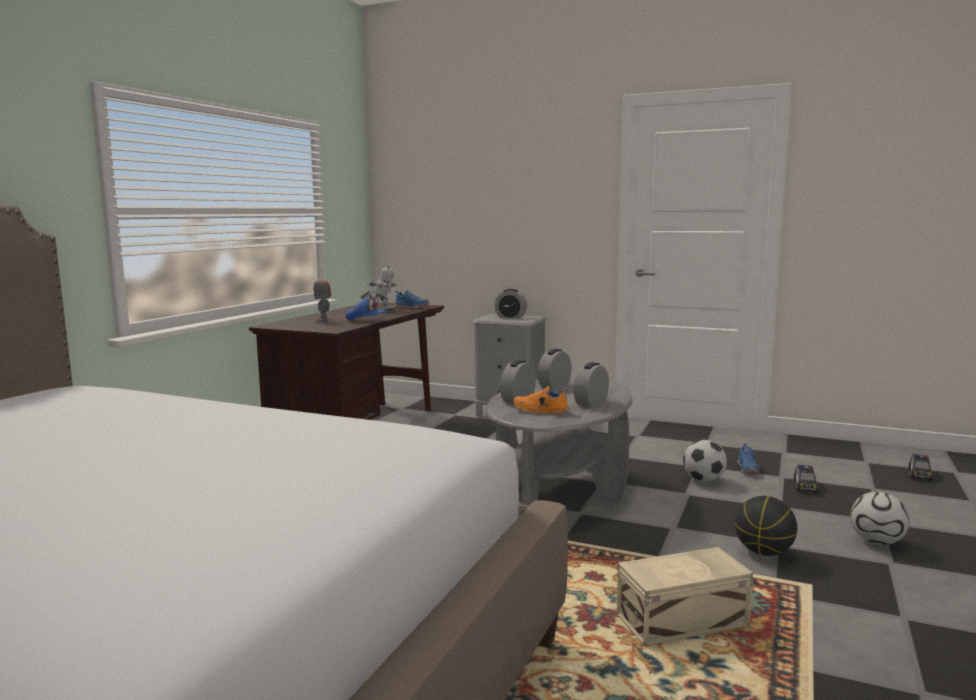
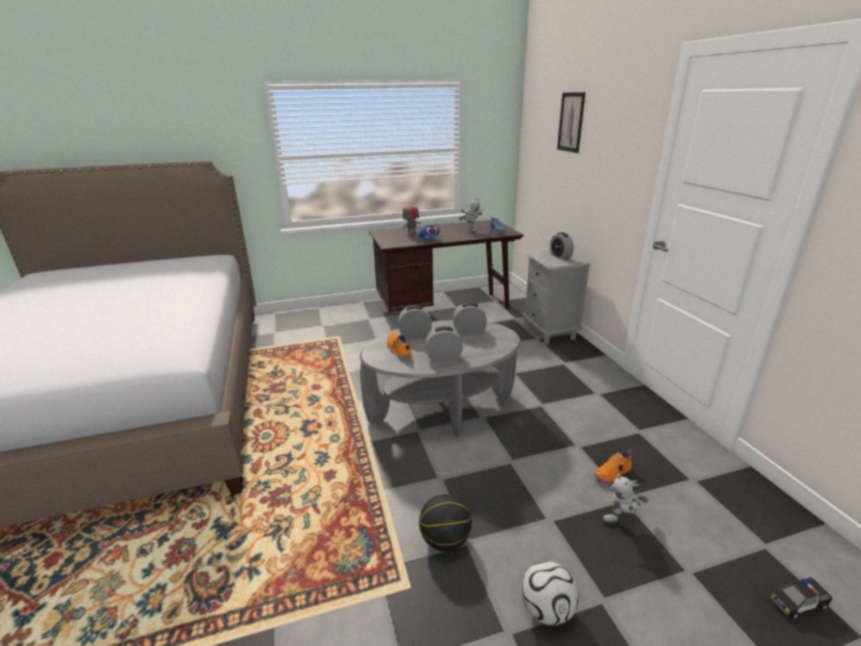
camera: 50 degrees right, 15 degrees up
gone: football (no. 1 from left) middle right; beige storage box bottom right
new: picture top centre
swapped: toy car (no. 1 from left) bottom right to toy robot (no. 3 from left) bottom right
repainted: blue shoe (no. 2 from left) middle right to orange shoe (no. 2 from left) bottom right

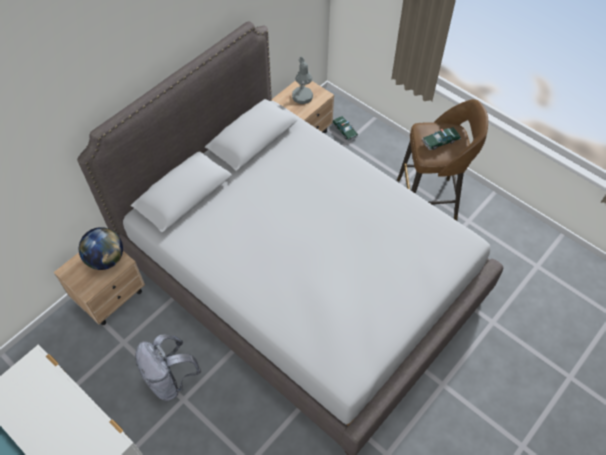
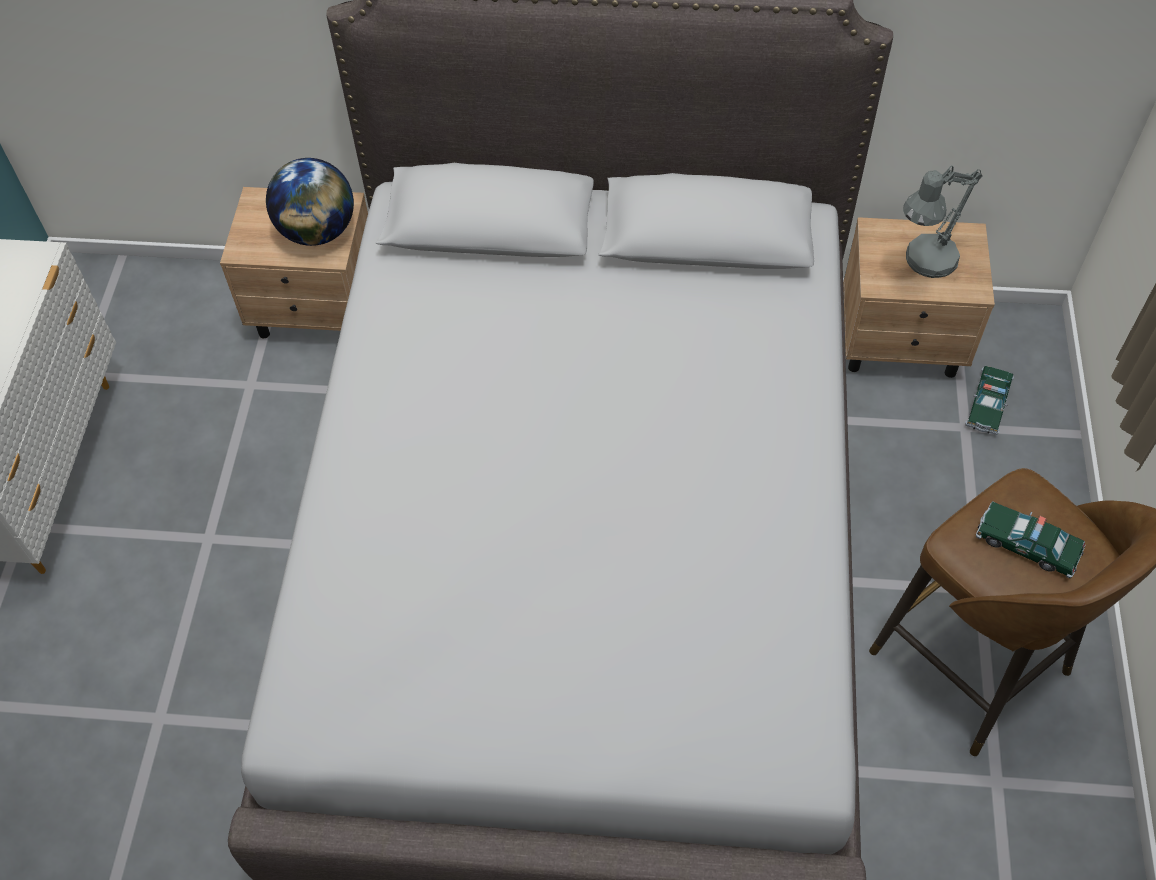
camera: 55 degrees right, 0 degrees up
gone: grey backpack bottom left

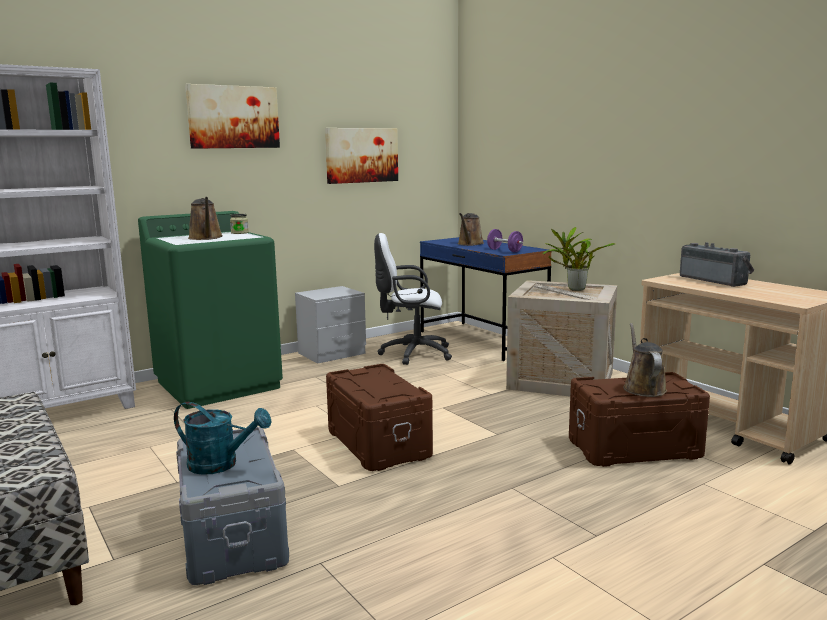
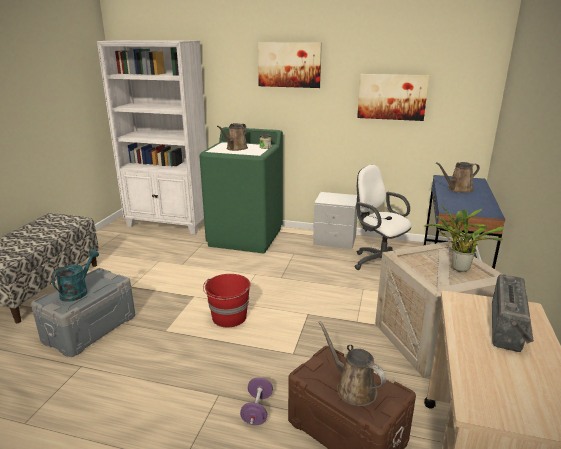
camera: 50 degrees right, 10 degrees up
shifted: purple dumbbell centre to bottom centre
swapped: brown storage box (no. 1 from left) bottom centre to red bucket bottom centre
rotated: brown watering can (no. 3 from left in the first image) middle right = bottom centre 90 degrees counterclockwise; turquoise watering can bottom left = middle left 135 degrees counterclockwise

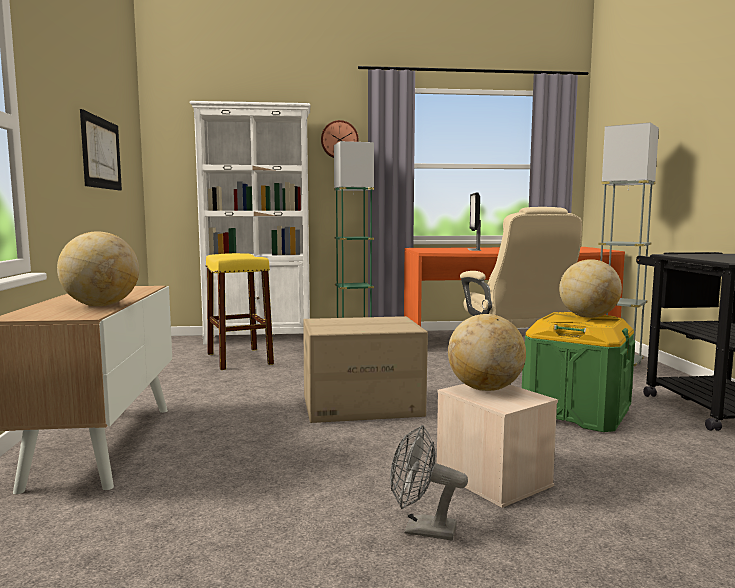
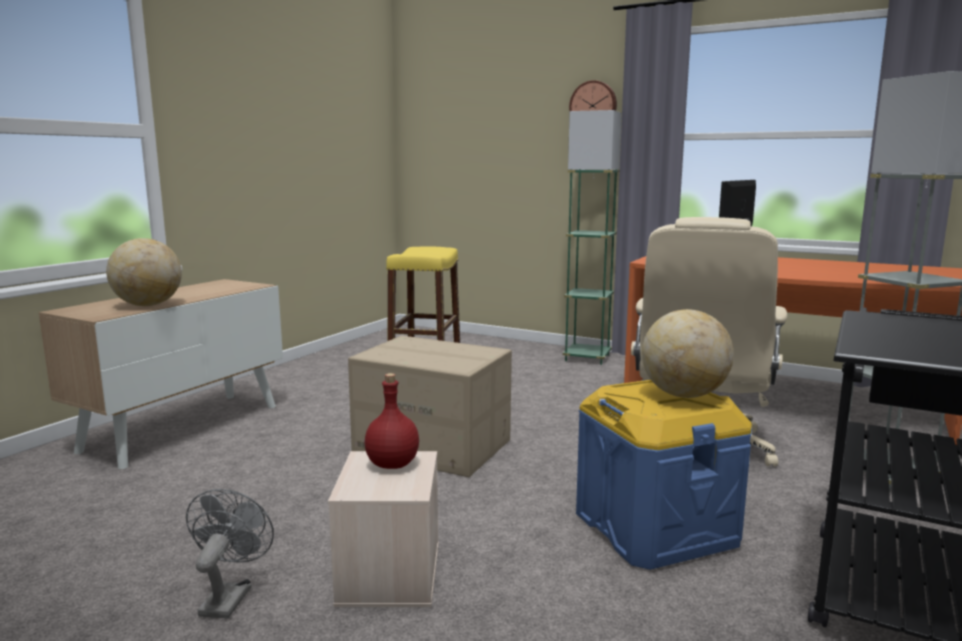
camera: 35 degrees right, 5 degrees up
gone: white bookcase centre; picture top left
swapped: globe (no. 2 from left) centre to red bottle centre
repainted: green storage box middle right to blue storage box bottom right
rotated: grey fan bottom centre = bottom left 45 degrees clockwise

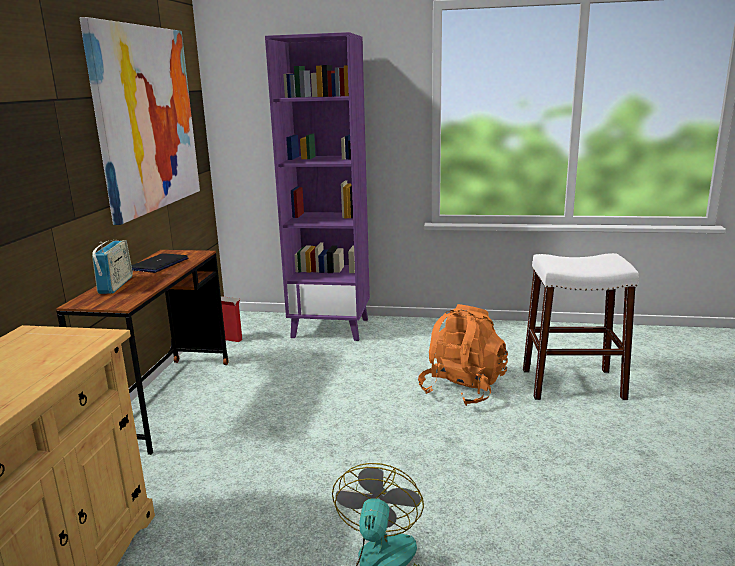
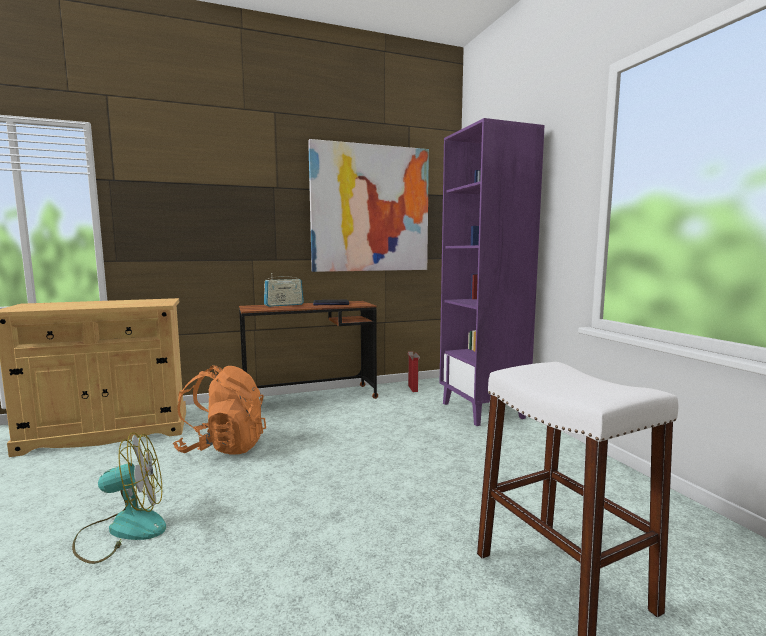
camera: 60 degrees right, 10 degrees down
shifted: orange backpack centre to middle left

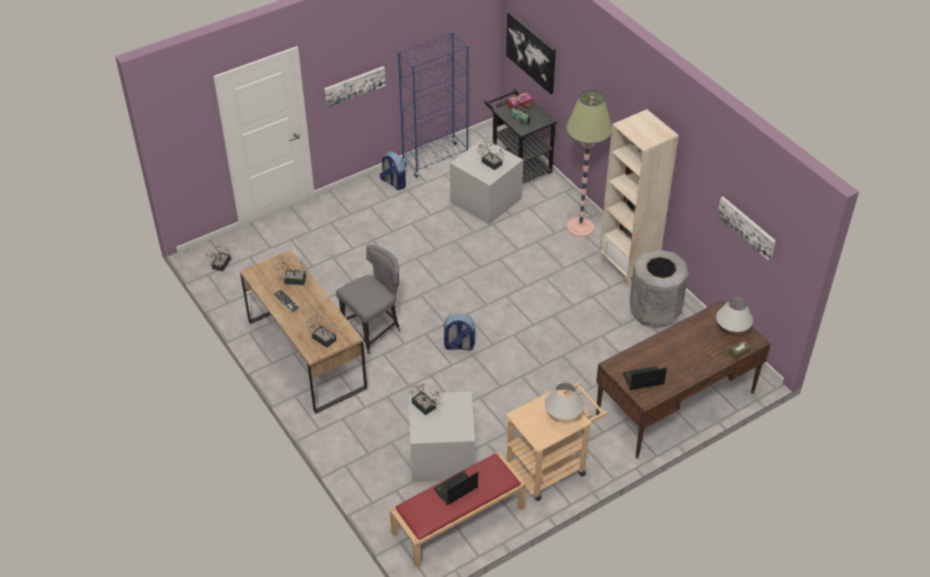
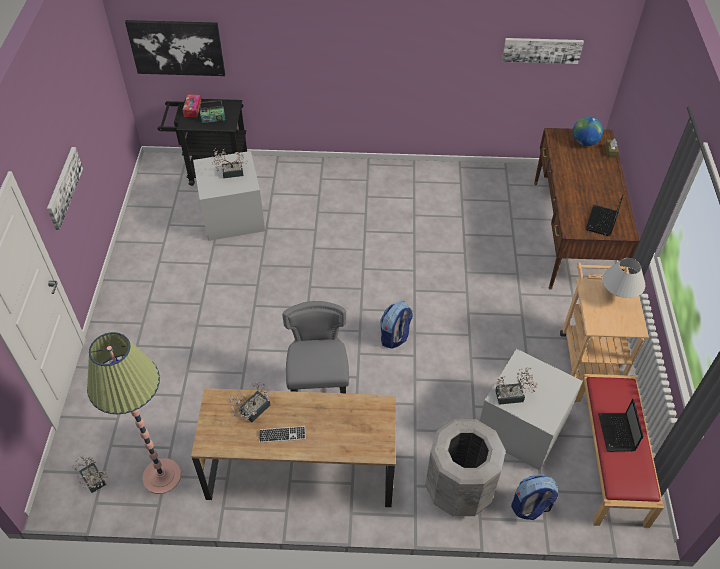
camera: 55 degrees left, 5 degrees up
gone: blue bookcase top centre; beige bookcase middle right; potted plant (no. 3 from left) centre
shifted: floor lamp top centre to bottom left; backpack (no. 1 from left in the first image) top centre to backpack (no. 2 from left) bottom right; grey trash can middle right to bottom centre
swapped: white table lamp (no. 2 from left) middle right to globe top right

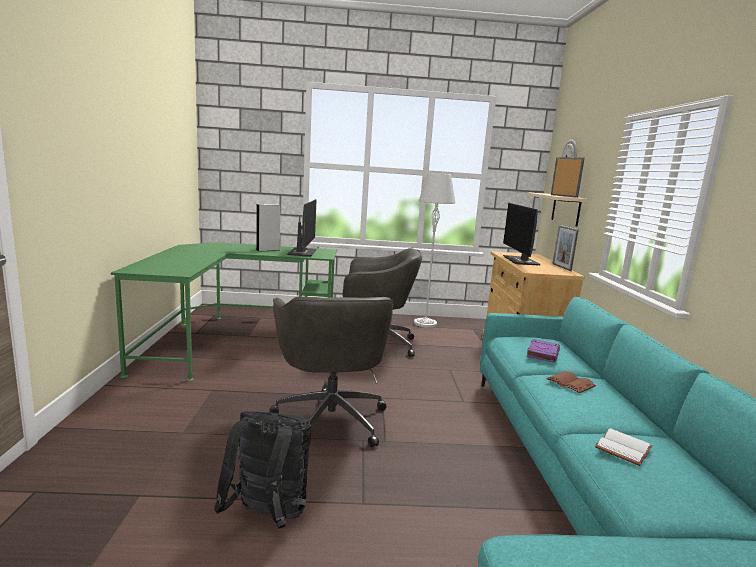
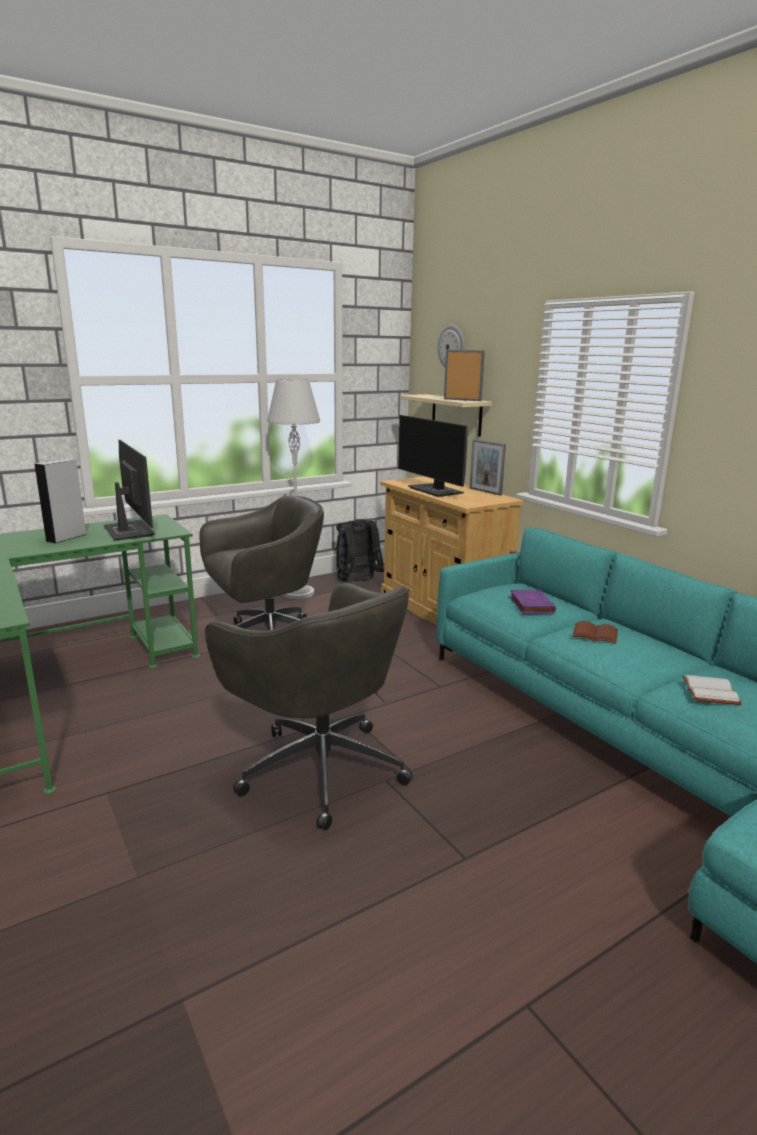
camera: 30 degrees left, 5 degrees up
shifted: black backpack bottom centre to centre

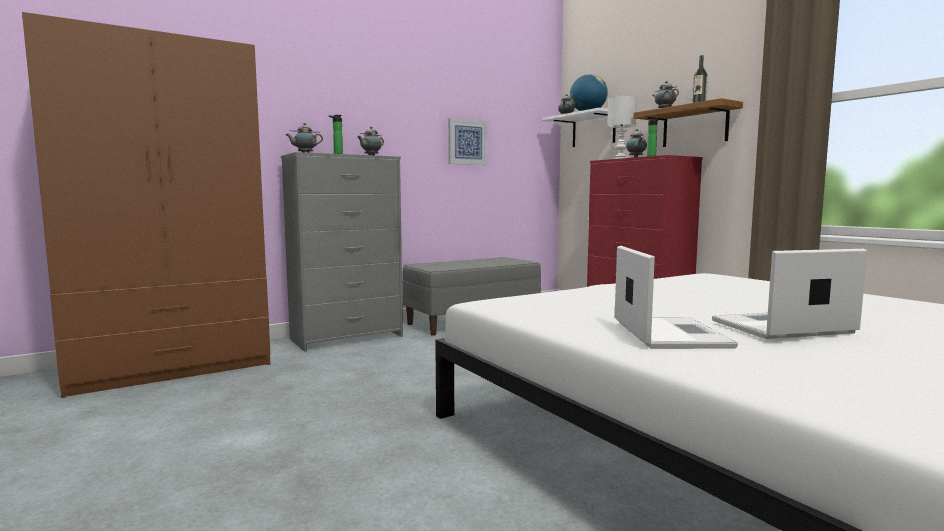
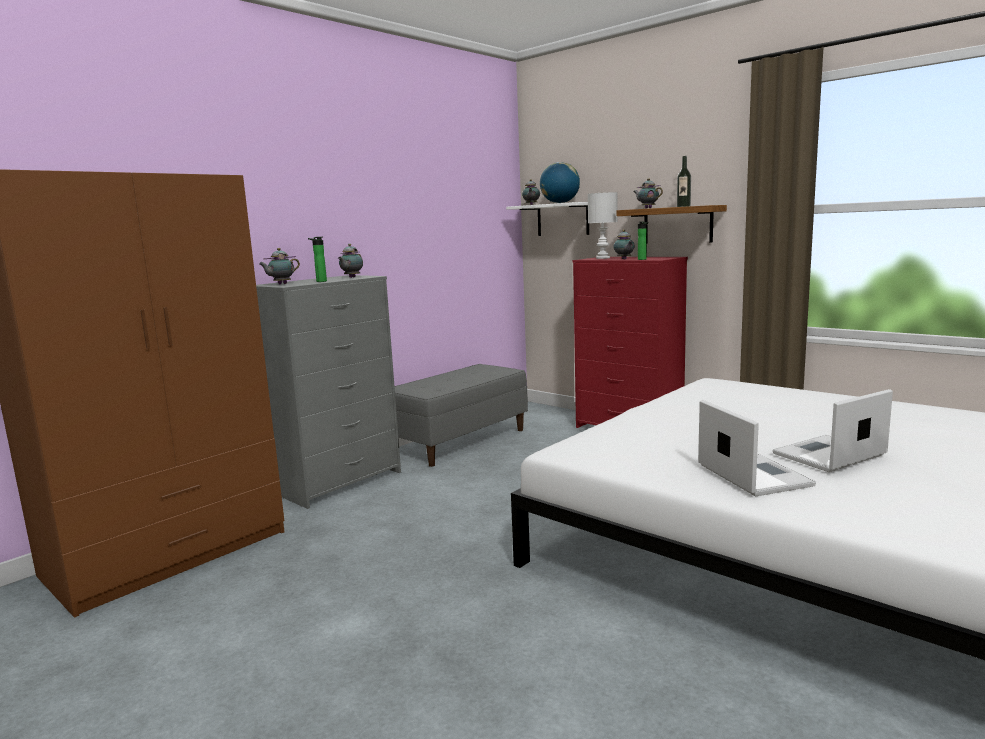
camera: 15 degrees left, 5 degrees up
gone: picture top centre

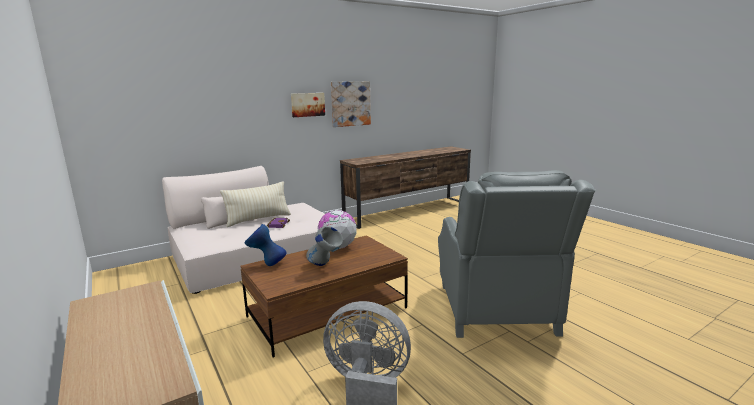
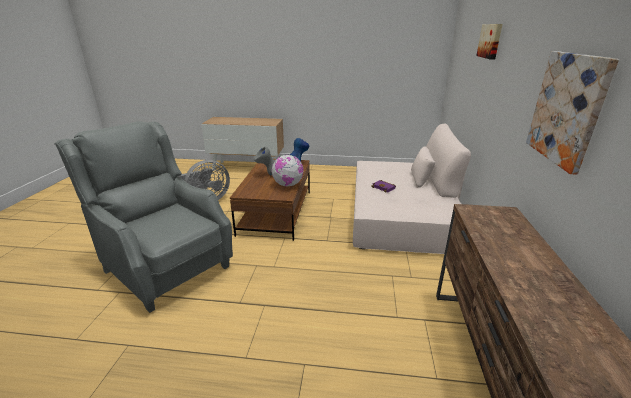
camera: 130 degrees right, 10 degrees up
gone: beige pillow centre
shifted: picture (no. 1 from left) top centre to top right

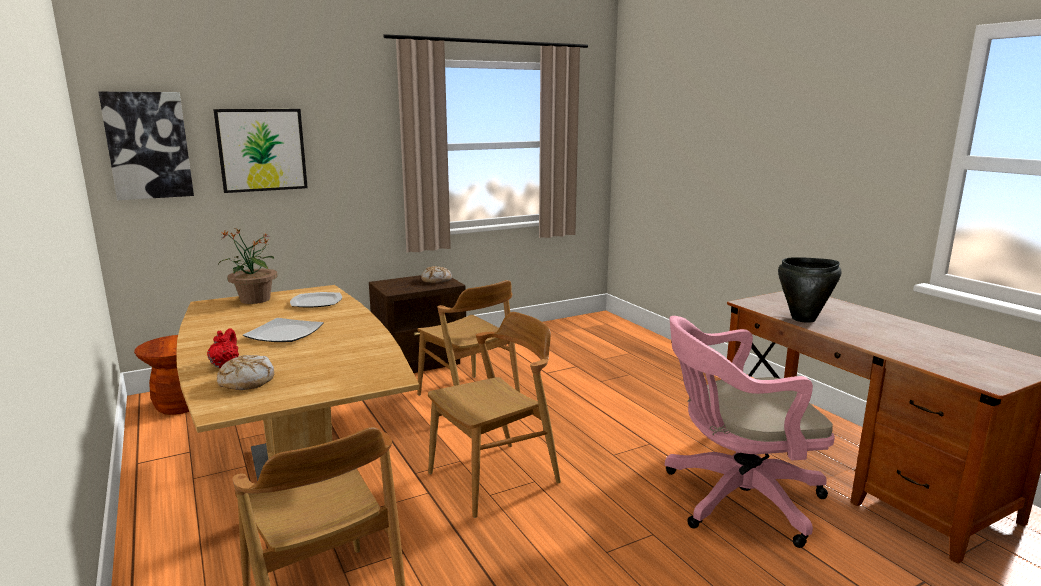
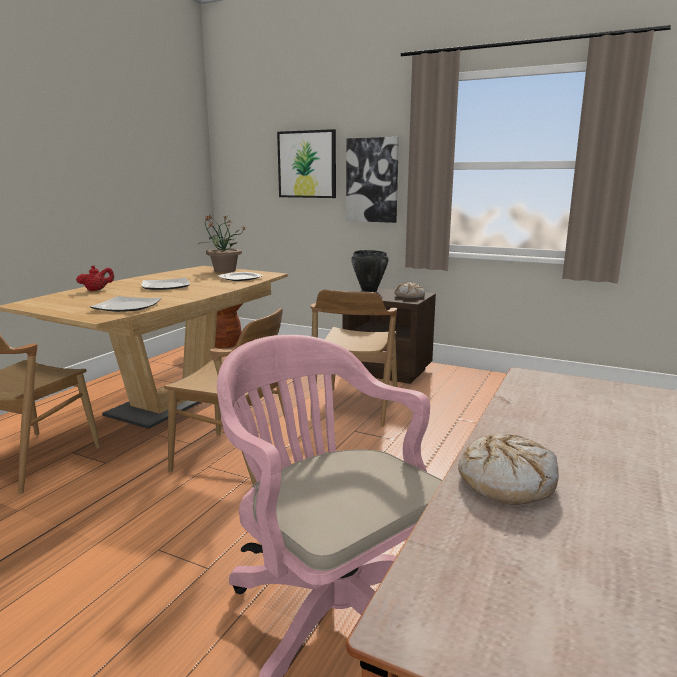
camera: 55 degrees right, 0 degrees up
new: plate (no. 1 from left) middle left
shifted: picture (no. 1 from left in the first image) top left to picture (no. 2 from left) top centre; black cooking pot middle right to centre; bread (no. 1 from left in the first image) middle left to bread (no. 2 from left) bottom right

